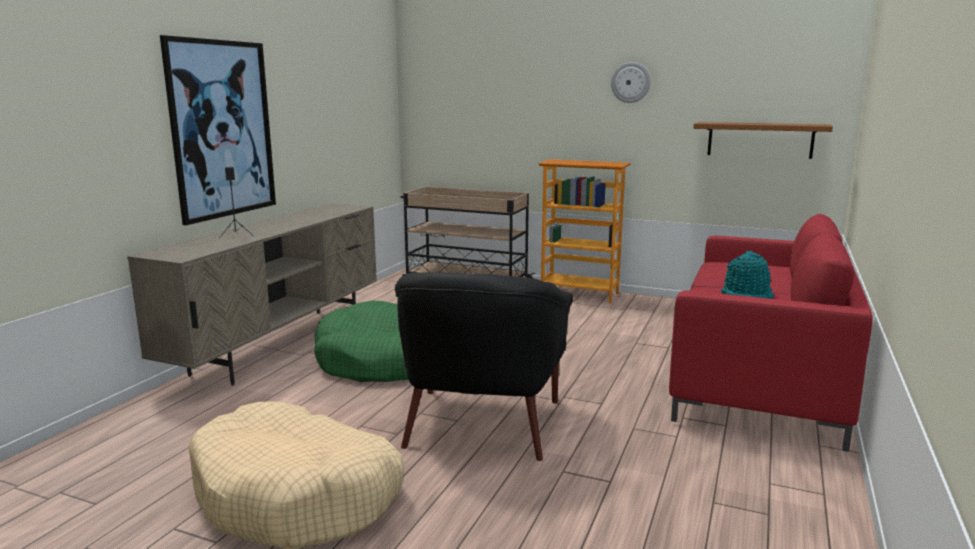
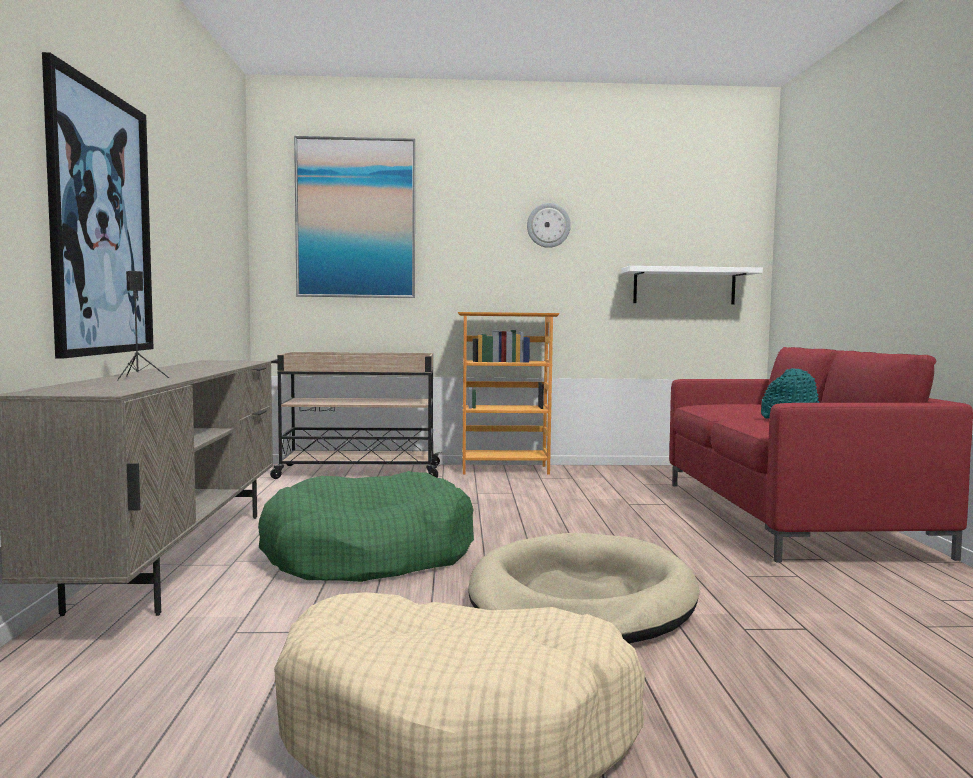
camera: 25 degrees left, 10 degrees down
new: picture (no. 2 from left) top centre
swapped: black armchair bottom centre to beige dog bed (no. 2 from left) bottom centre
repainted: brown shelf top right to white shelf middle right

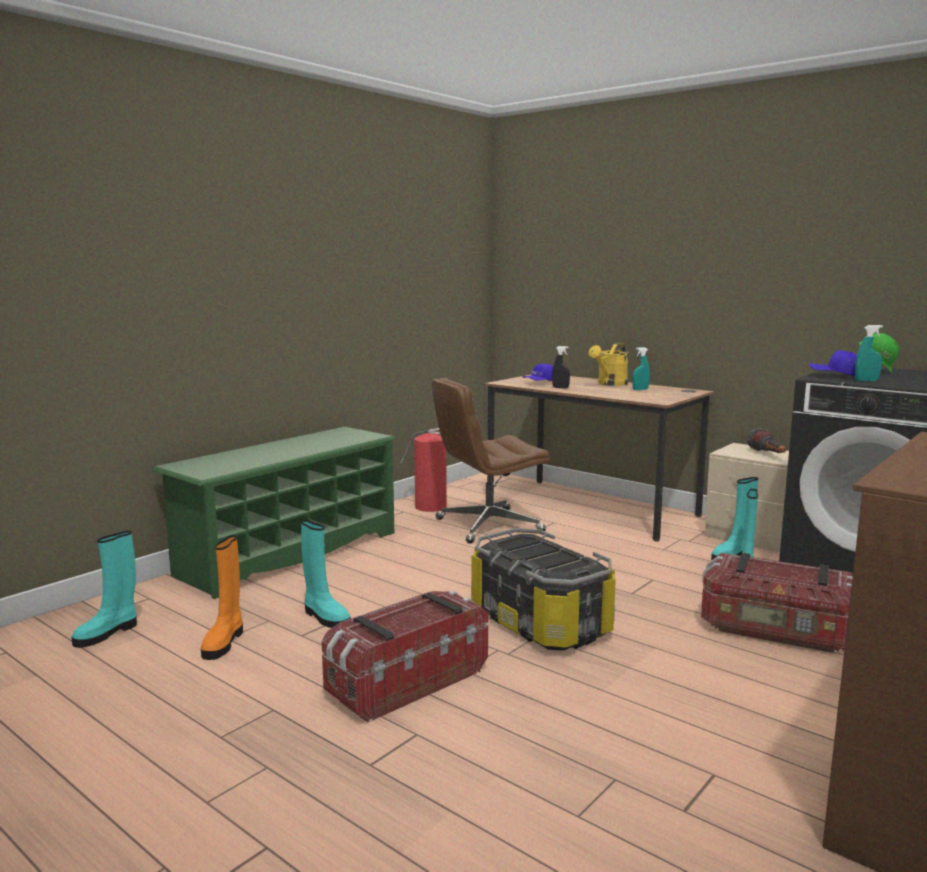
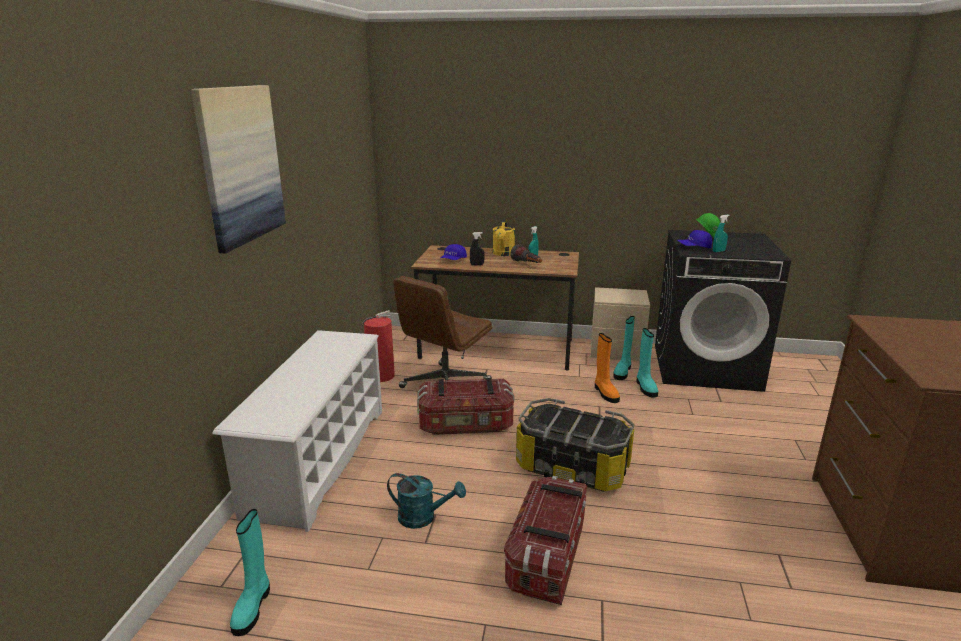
camera: 30 degrees left, 10 degrees up
new: picture top left
shifted: flashlight middle right to centre; orange boot bottom left to centre; storage box (no. 3 from left in the first image) bottom right to storage box (no. 1 from left) centre
swapped: turquoise boot (no. 2 from left) centre to turquoise watering can bottom centre
repainted: green shoe rack middle left to white shoe rack bottom left

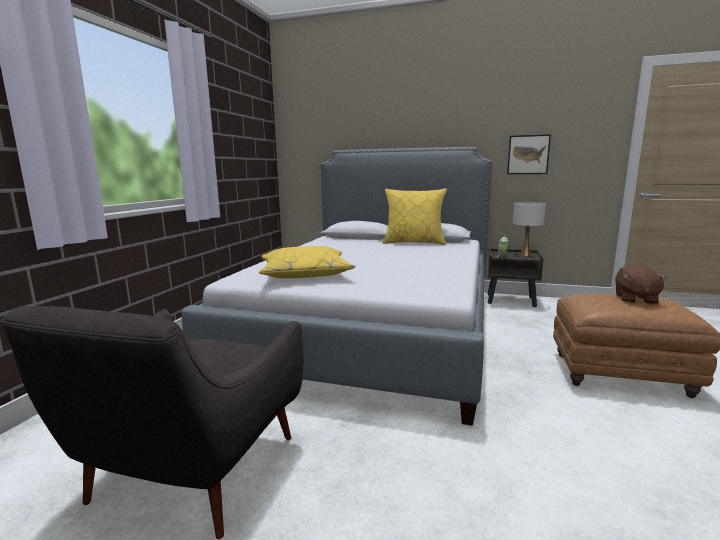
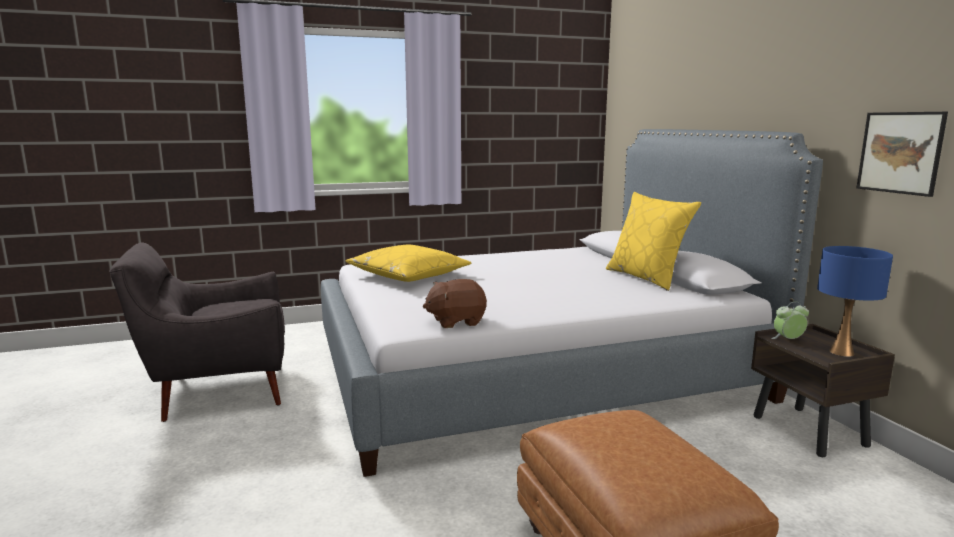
camera: 55 degrees right, 0 degrees up
shifted: brown plush toy middle right to centre
repainted: white table lamp middle right to blue table lamp middle right

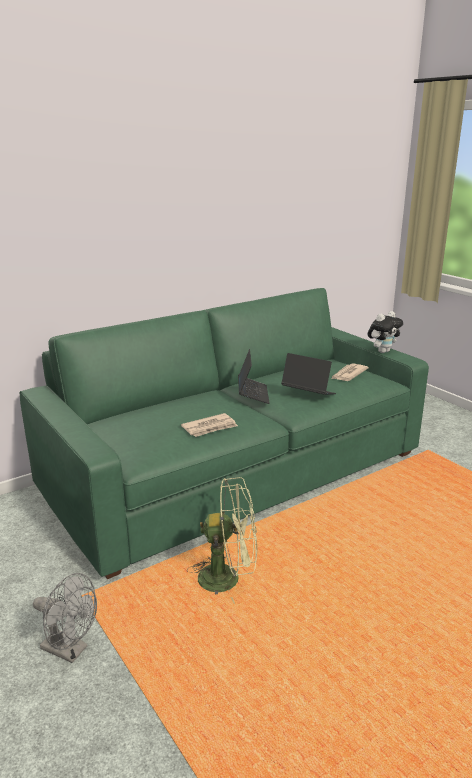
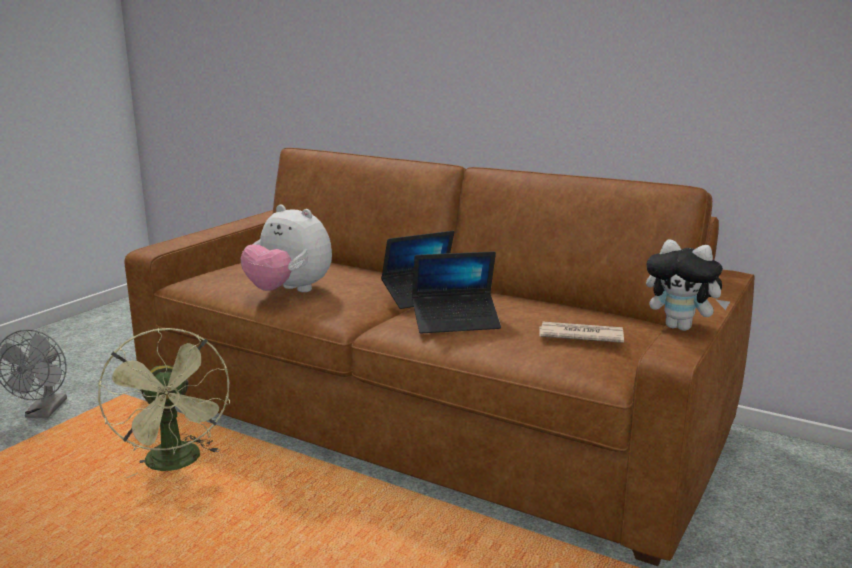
camera: 65 degrees right, 5 degrees down
swapped: newspaper (no. 1 from left) centre to plush toy (no. 1 from left) centre
repainted: green sofa centre to brown sofa centre
rotated: laptop (no. 2 from left) centre = centre 75 degrees clockwise

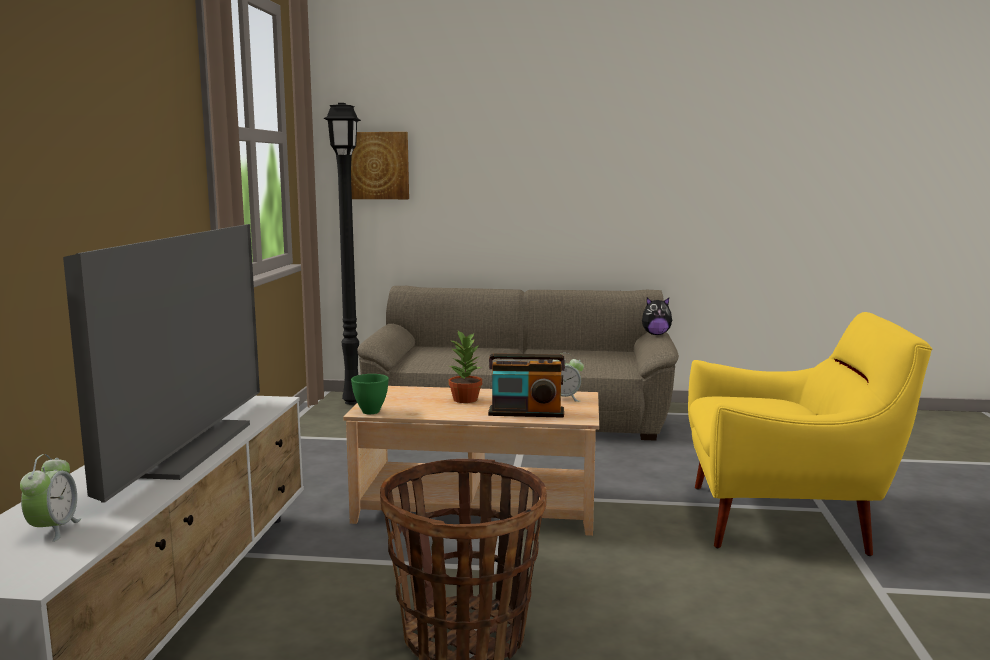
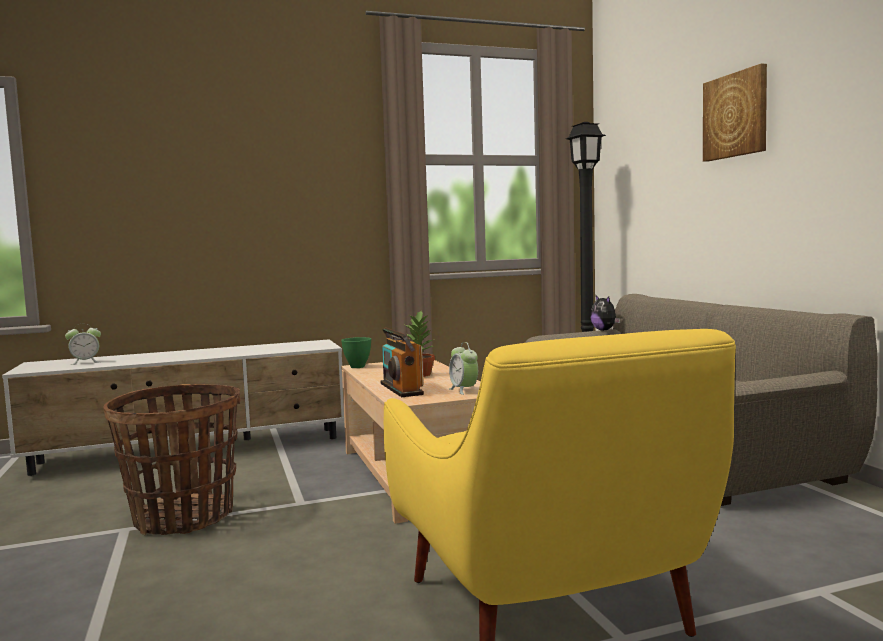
camera: 65 degrees right, 5 degrees down
gone: television middle left
shifted: picture top centre to top right; plush toy centre to middle right

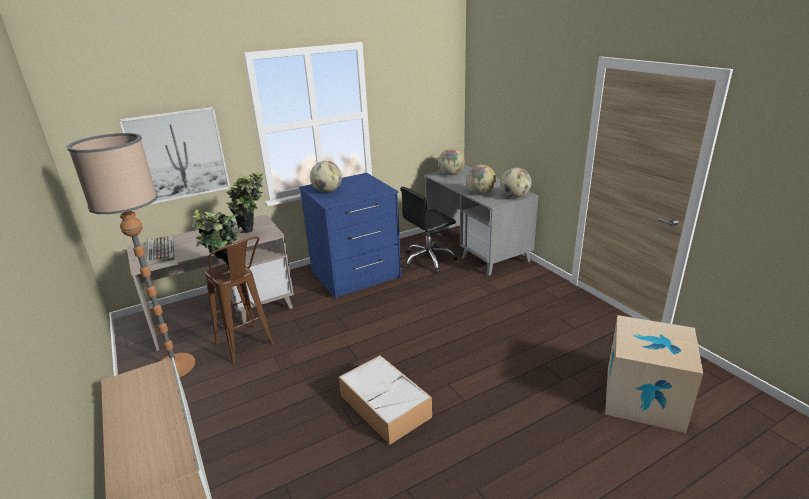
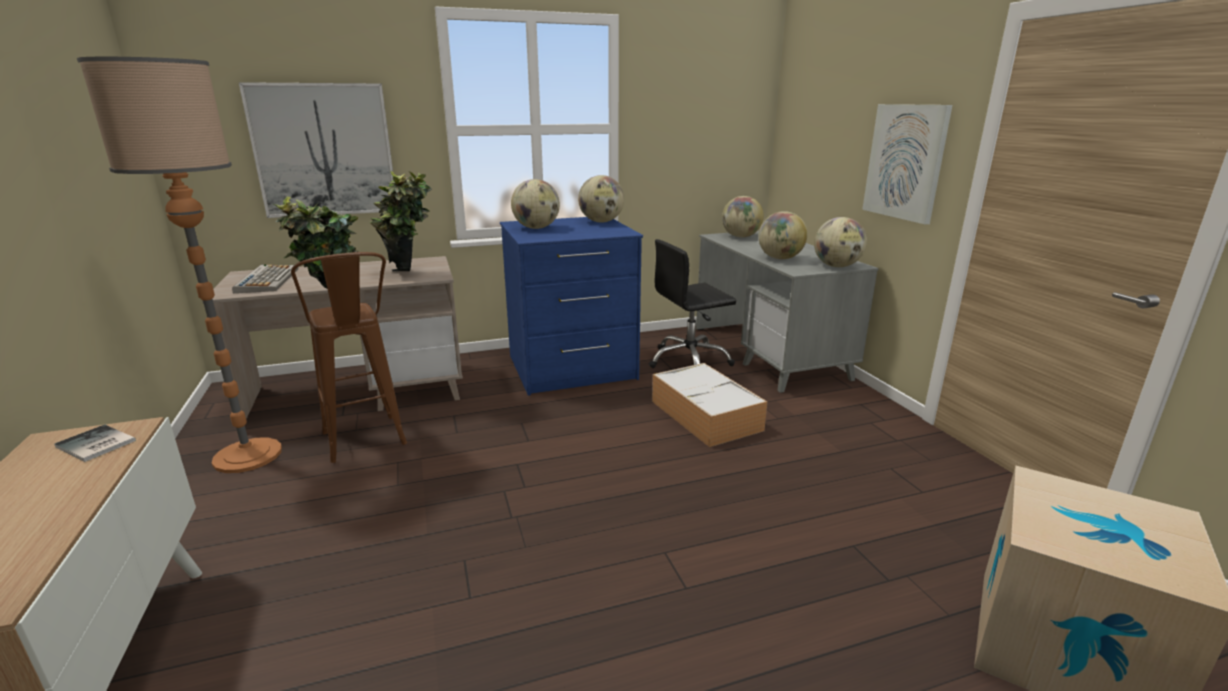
camera: 10 degrees right, 5 degrees down
new: picture (no. 2 from left) top right; globe (no. 2 from left) top centre; book middle left
shifted: storage box bottom centre to centre

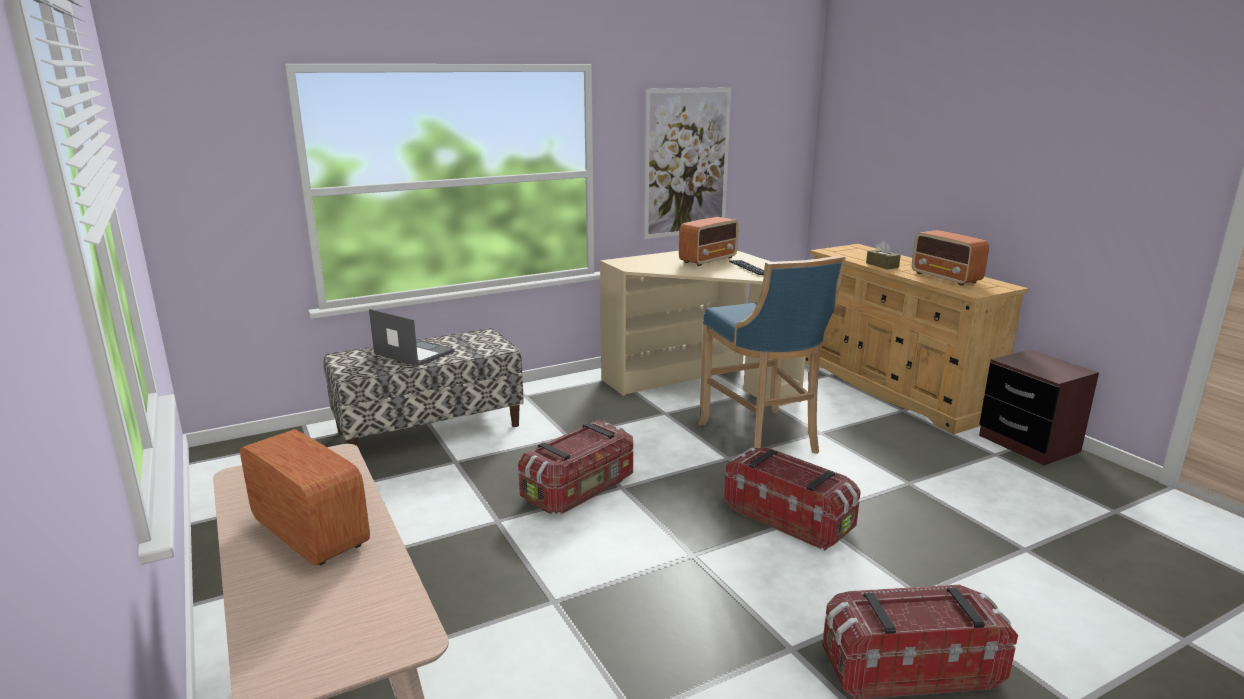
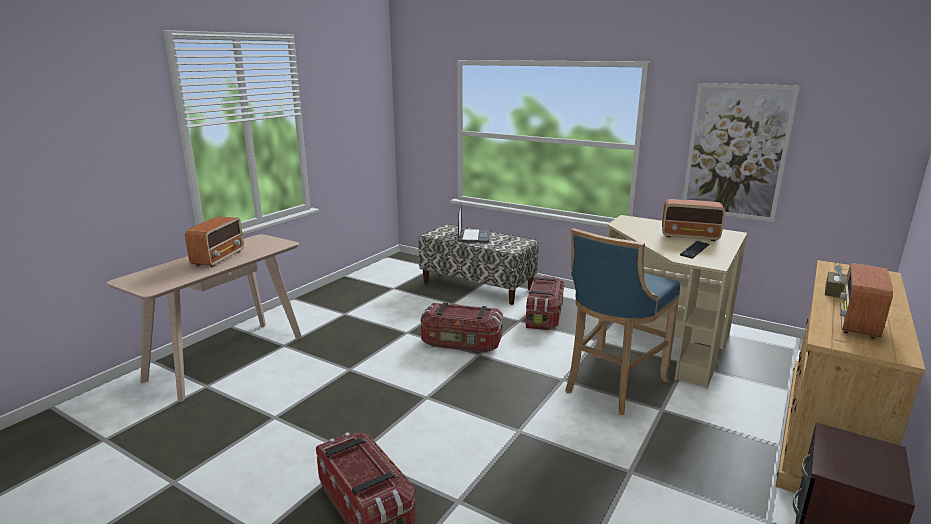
camera: 60 degrees right, 0 degrees up
shifted: storage box (no. 2 from left in the first image) bottom centre to storage box (no. 3 from left) centre

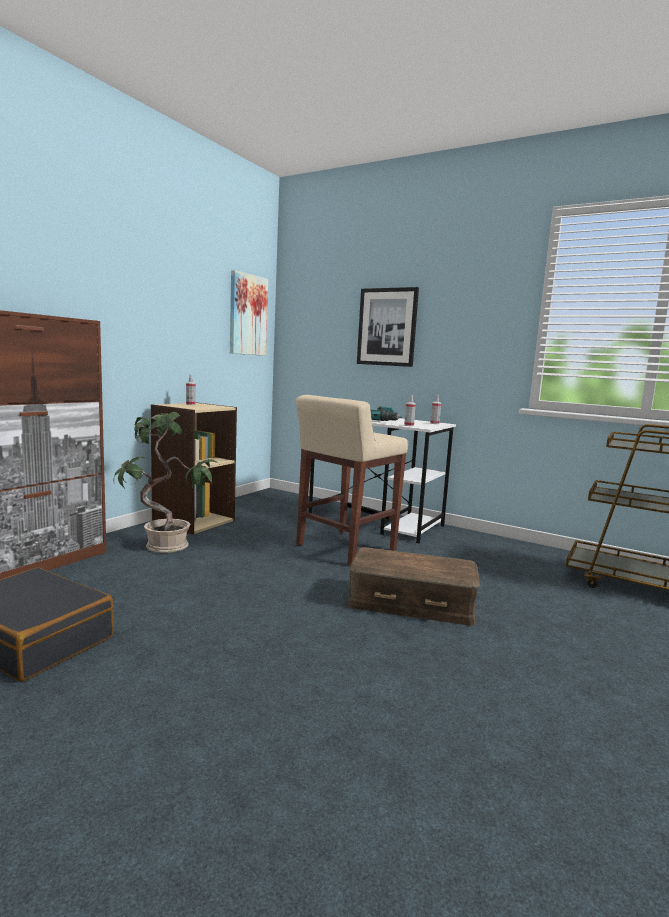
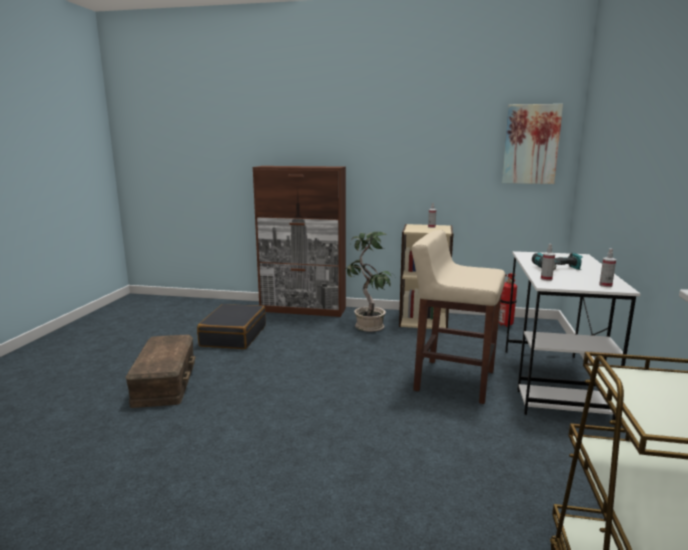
camera: 70 degrees right, 5 degrees up
gone: picture (no. 2 from left) centre
new: fire extinguisher middle right
shifted: brown storage box centre to bottom left

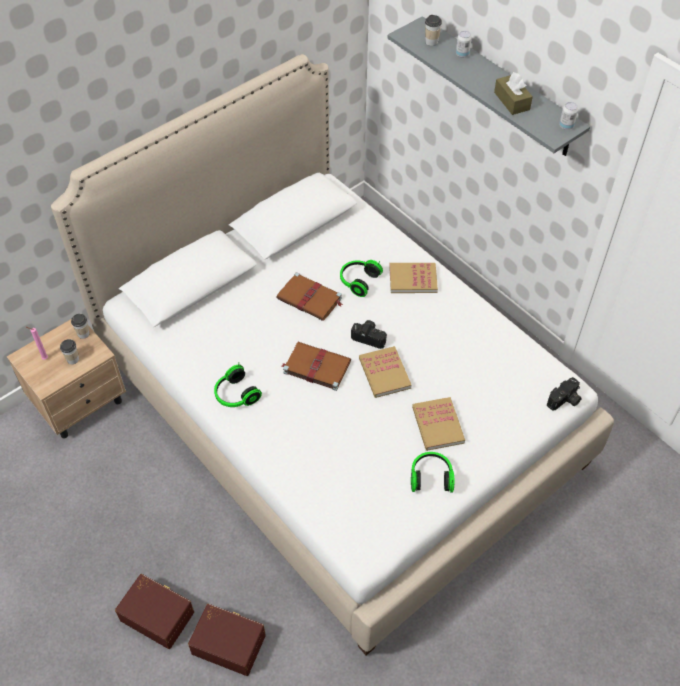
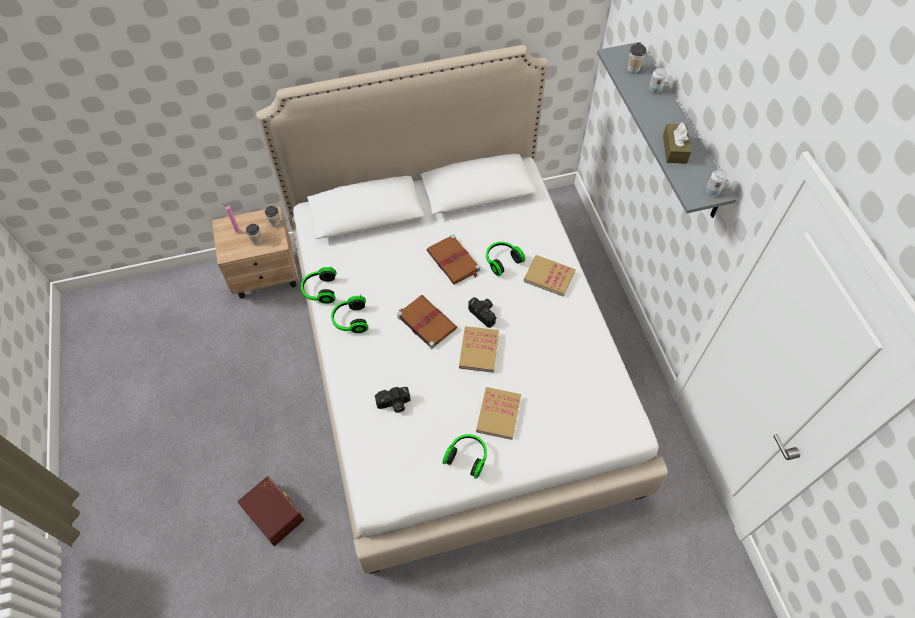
camera: 25 degrees right, 5 degrees up
gone: brown storage box (no. 1 from left) bottom left
new: headphones (no. 1 from left) centre
shifted: photo camera (no. 2 from left in the first image) middle right to photo camera (no. 1 from left) centre

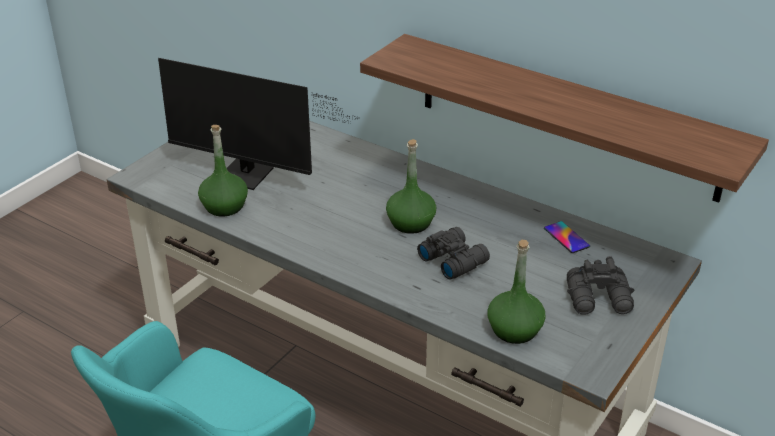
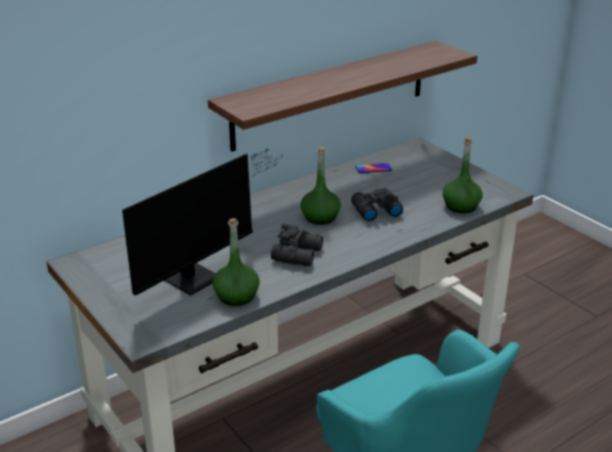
camera: 70 degrees left, 5 degrees down
shifted: black binoculars (no. 2 from left in the first image) middle right to black binoculars (no. 1 from left) centre

